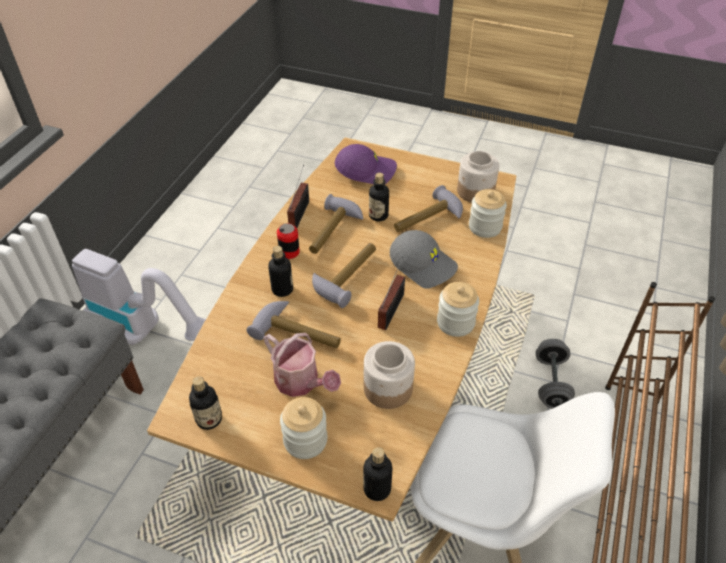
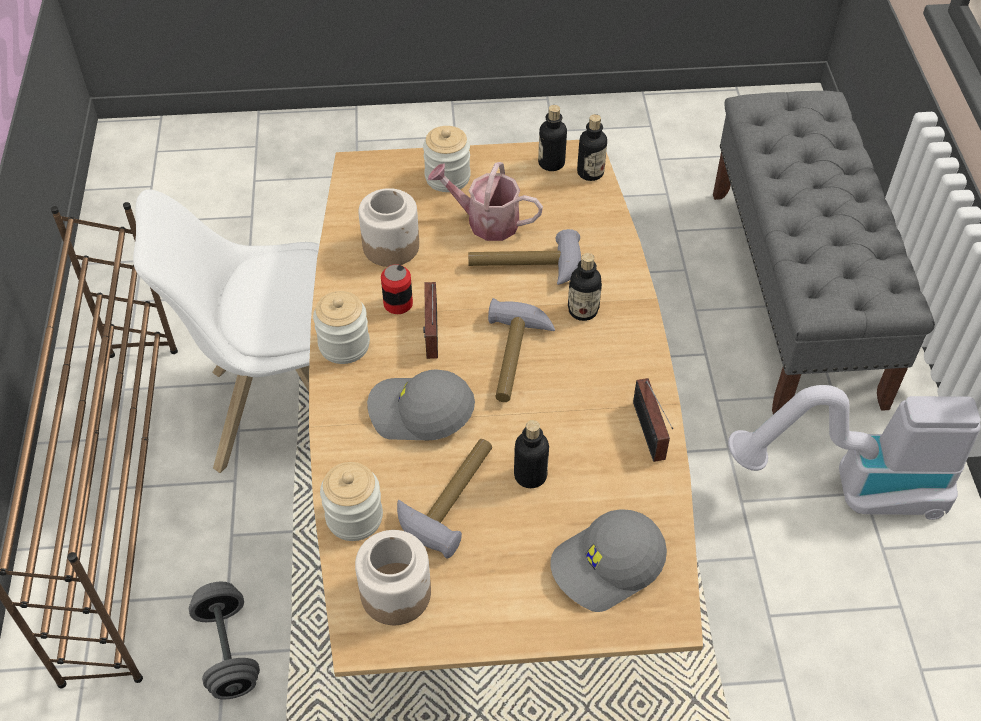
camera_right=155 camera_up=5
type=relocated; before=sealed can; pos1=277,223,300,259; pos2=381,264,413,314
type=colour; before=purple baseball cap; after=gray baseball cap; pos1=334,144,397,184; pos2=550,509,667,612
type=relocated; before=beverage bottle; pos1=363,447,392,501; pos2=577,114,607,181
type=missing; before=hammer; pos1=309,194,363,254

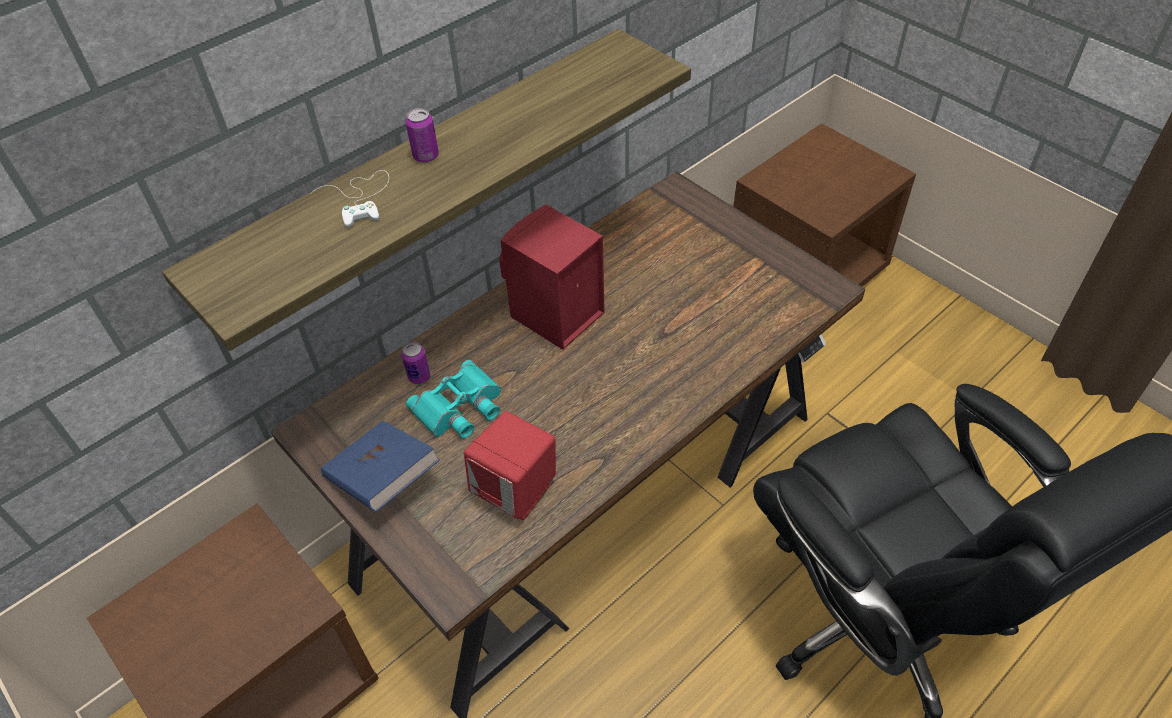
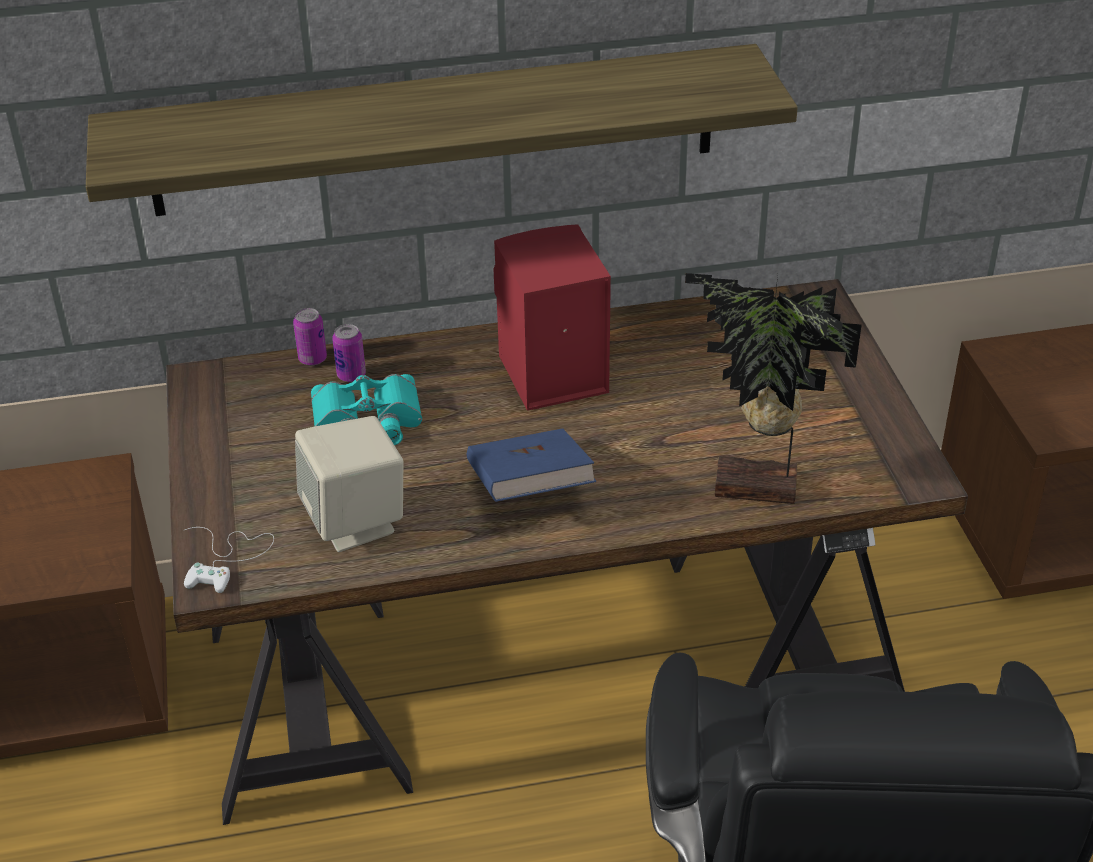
camera_right=30 camera_up=-10
type=relocated; before=whitish gamepad; pos1=311,170,389,228; pos2=183,527,274,593
type=relocated; before=sealed can; pos1=406,108,439,163; pos2=293,308,327,366
type=colour; before=reddish loudspeaker; after=beige loudspeaker; pos1=464,411,556,520; pos2=295,416,403,552
type=relocated; before=blue-coloured volume; pos1=321,421,440,512; pos2=467,428,596,502
type=appeared; after=houseplant; pos2=685,273,862,504

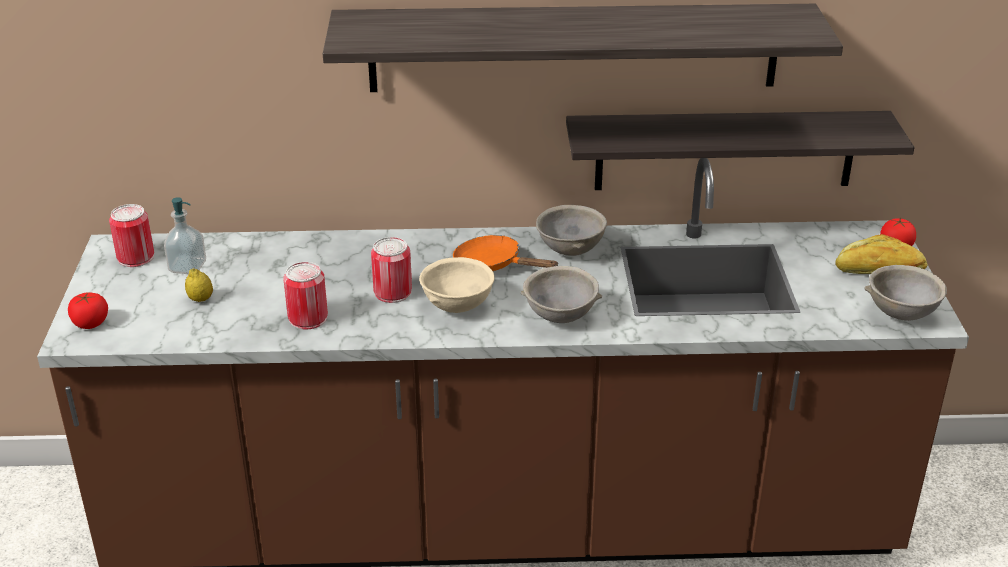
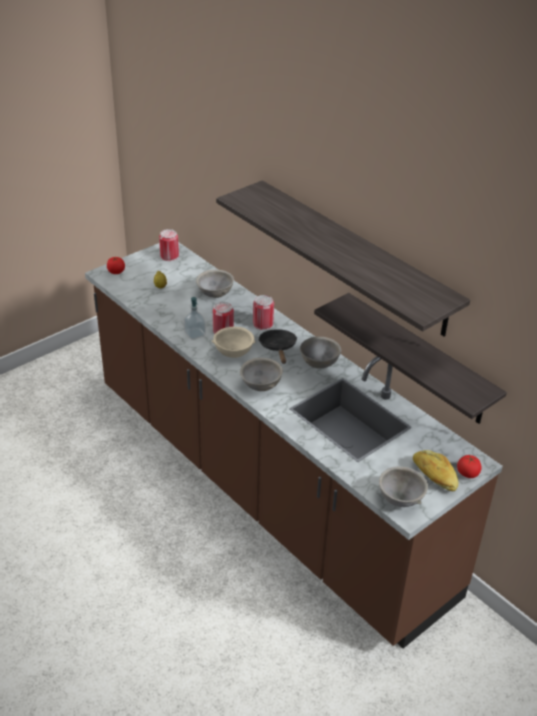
camera_right=50 camera_up=5
type=relocated; before=liquid soap bottle; pos1=164,197,206,274; pos2=184,297,206,339
type=appeared; after=gray bowl; pos2=196,270,234,298
type=relocated; before=sealed can; pos1=283,262,328,330; pos2=253,295,274,330
type=colour; before=orangey frying pan; after=black-coloured frying pan; pos1=453,235,559,271; pos2=258,329,297,364

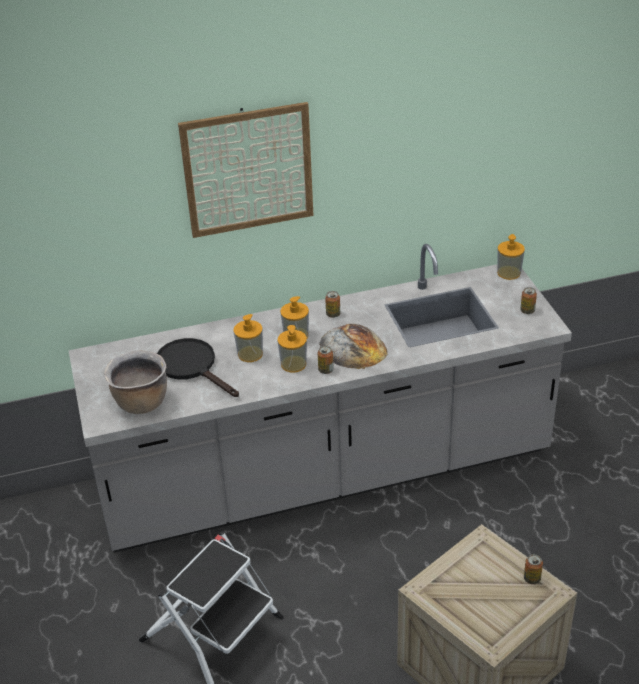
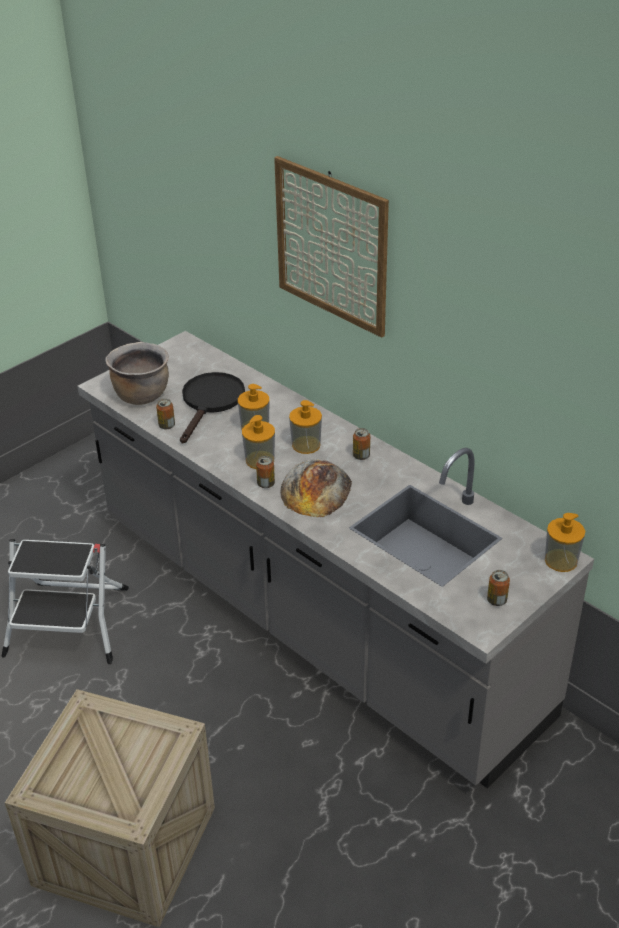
camera_right=60 camera_up=0
type=relocated; before=sealed can; pos1=524,554,543,584; pos2=156,399,175,429

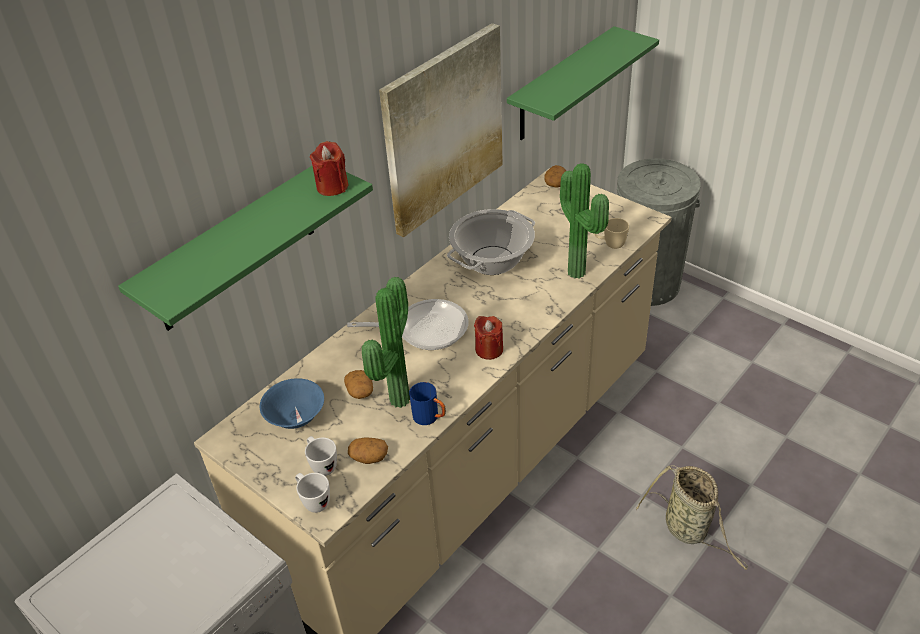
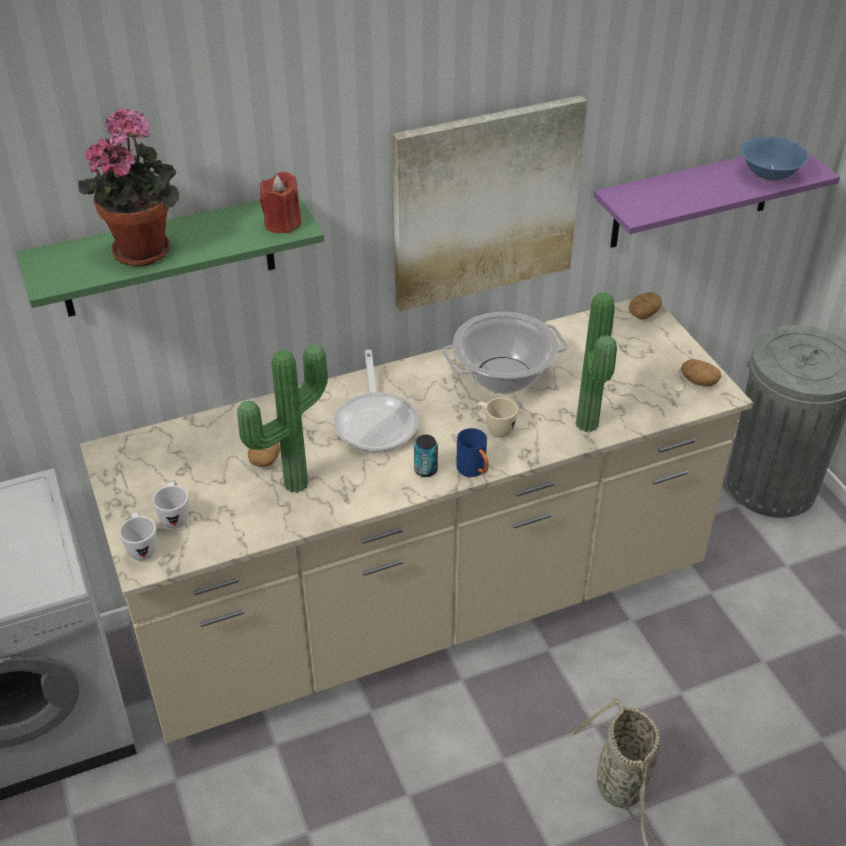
camera_right=25 camera_up=0
type=appeared; after=houseplant; pos2=78,107,179,266
type=spun; before=frying pan; pos1=347,299,469,350; pos2=334,350,419,453; turn=60
type=exchanged; before=reddish wax candle; after=sealed can; pos1=474,316,503,360; pos2=414,435,438,477
type=relocated; before=blue-coloured coffee mug; pos1=409,382,446,425; pos2=456,428,489,477
type=relocated; before=beige coffee mug; pos1=594,218,629,249; pos2=475,398,518,438
type=colour; before=greenish wall shelf; after=purple wall shelf; pos1=507,26,659,140; pos2=593,151,840,248
type=relocated; before=spud; pos1=348,437,388,464; pos2=681,359,721,386
type=relocated; before=blue-coloured bowl; pos1=260,378,324,429; pos2=741,137,809,181

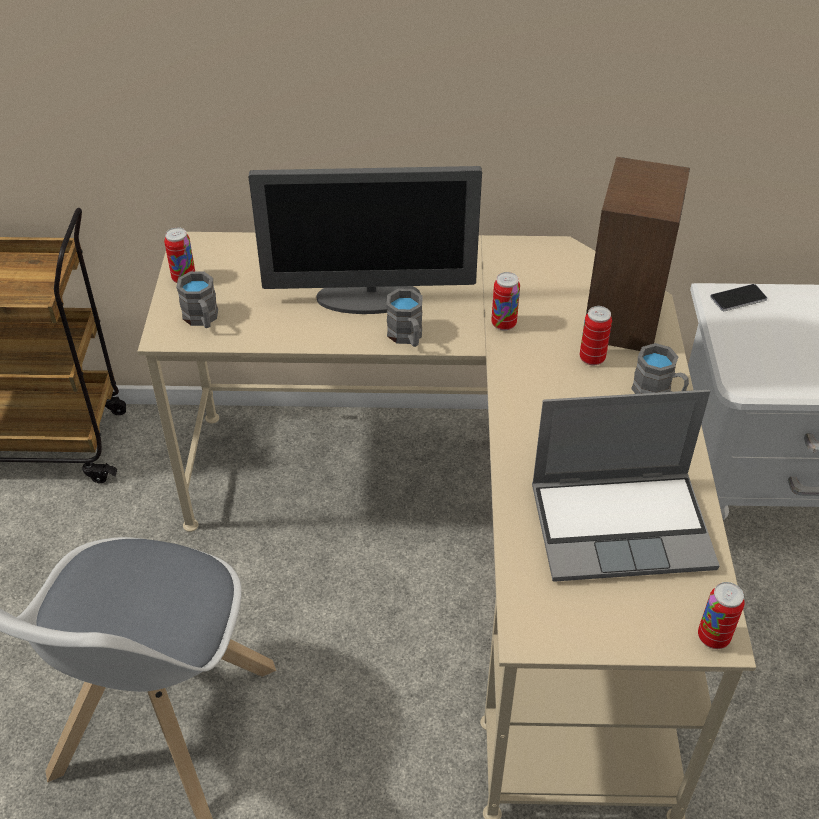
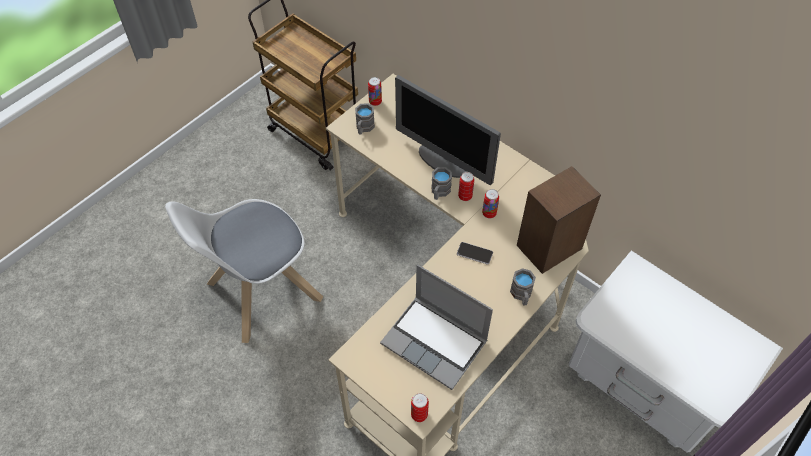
camera_right=40 camera_up=10
type=relocated; before=phone; pos1=710,284,767,311; pos2=457,242,493,264
type=relocated; before=sealed can; pos1=580,306,612,365; pos2=458,172,474,201

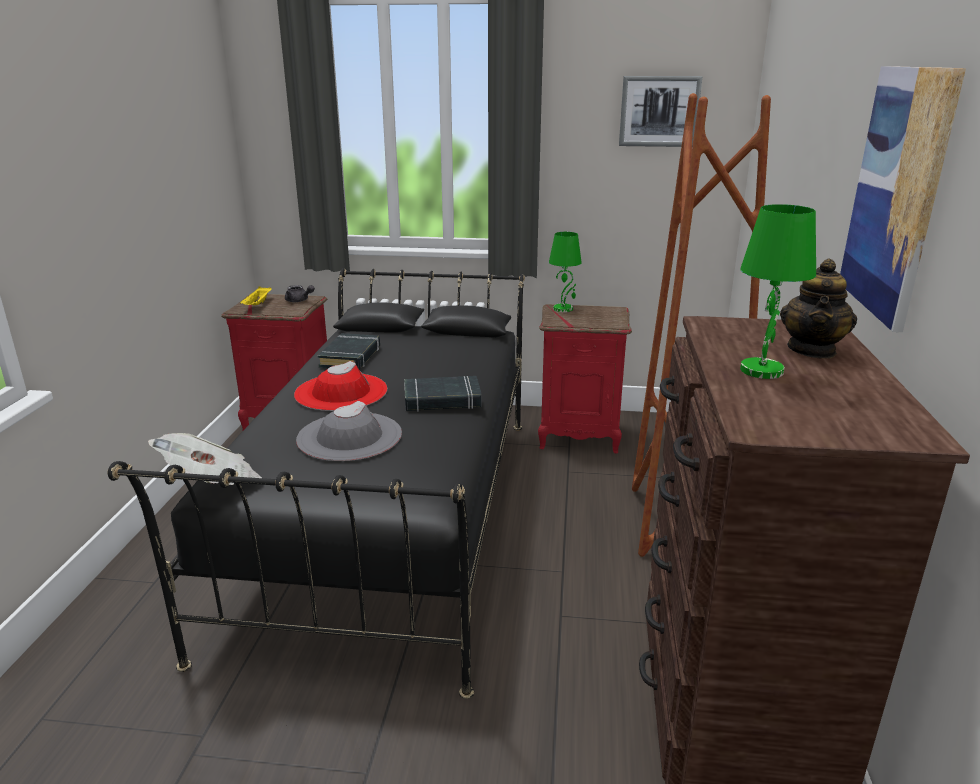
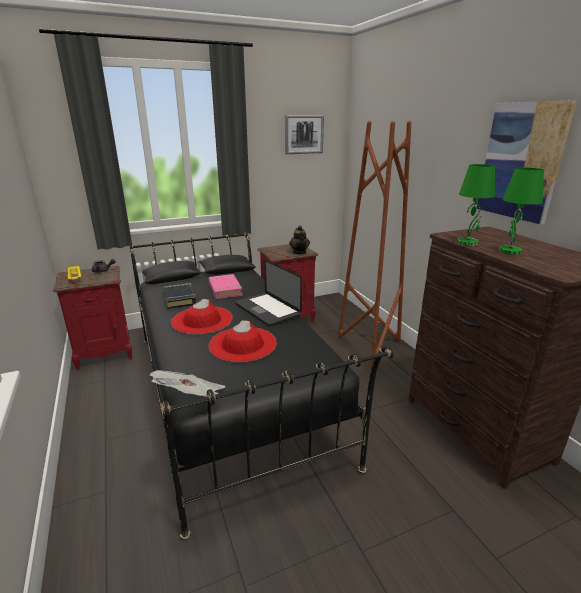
camera_right=-30 camera_up=0
type=appeared; after=pink-coloured volume; pos2=209,274,243,299
type=colour; before=gray clothing hat; after=reddish clothing hat; pos1=296,401,402,461; pos2=209,320,277,362
type=exchanged; before=black-coloured volume; after=laptop; pos1=404,376,482,412; pos2=235,260,302,327
type=relocated; before=teapot; pos1=780,258,857,359; pos2=289,226,310,255
type=relocated; before=greenish lamp for a table; pos1=549,232,582,312; pos2=458,164,495,246

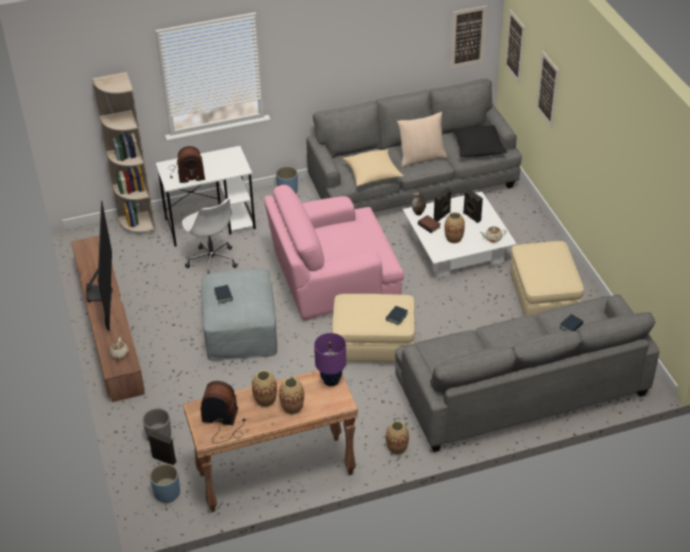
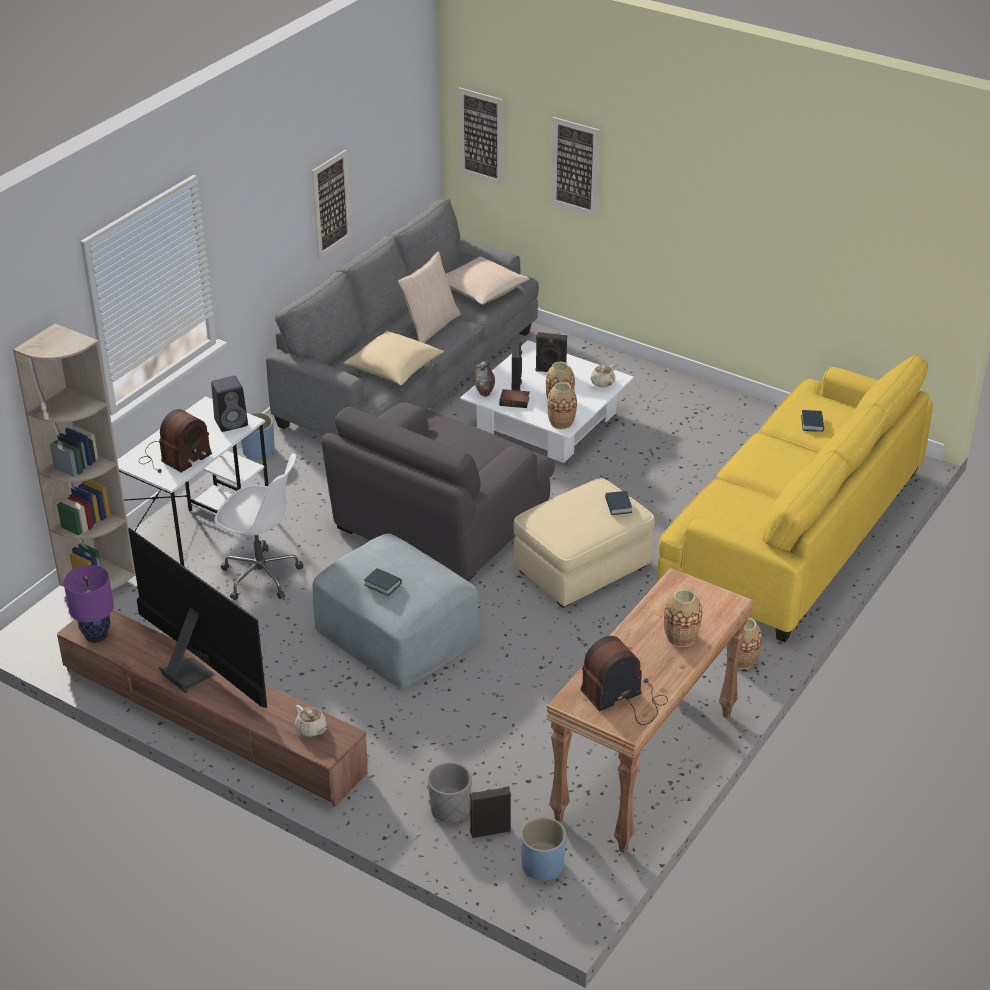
camera_right=-40 camera_up=-5
type=relocated; before=purple lamp for a table; pos1=314,333,346,386; pos2=64,565,114,643
type=appeared; after=black-coloured loudspeaker; pos2=211,376,248,432
type=relocated; before=wall picture; pos1=450,6,487,68; pos2=312,150,352,259
type=colour; before=pink-coloured easy chair; after=gray easy chair; pos1=264,185,404,321; pos2=321,402,555,581
type=colour; before=black-coloured throw pillow; after=beige throw pillow; pos1=451,125,507,157; pos2=446,257,530,305
type=relocated; before=flower vase; pos1=252,370,277,407; pos2=547,382,577,429
type=colour; before=gray sofa; after=yellowish sofa; pos1=395,295,660,452; pos2=657,355,933,643
type=missing; before=beige footrest; pos1=511,241,584,316

